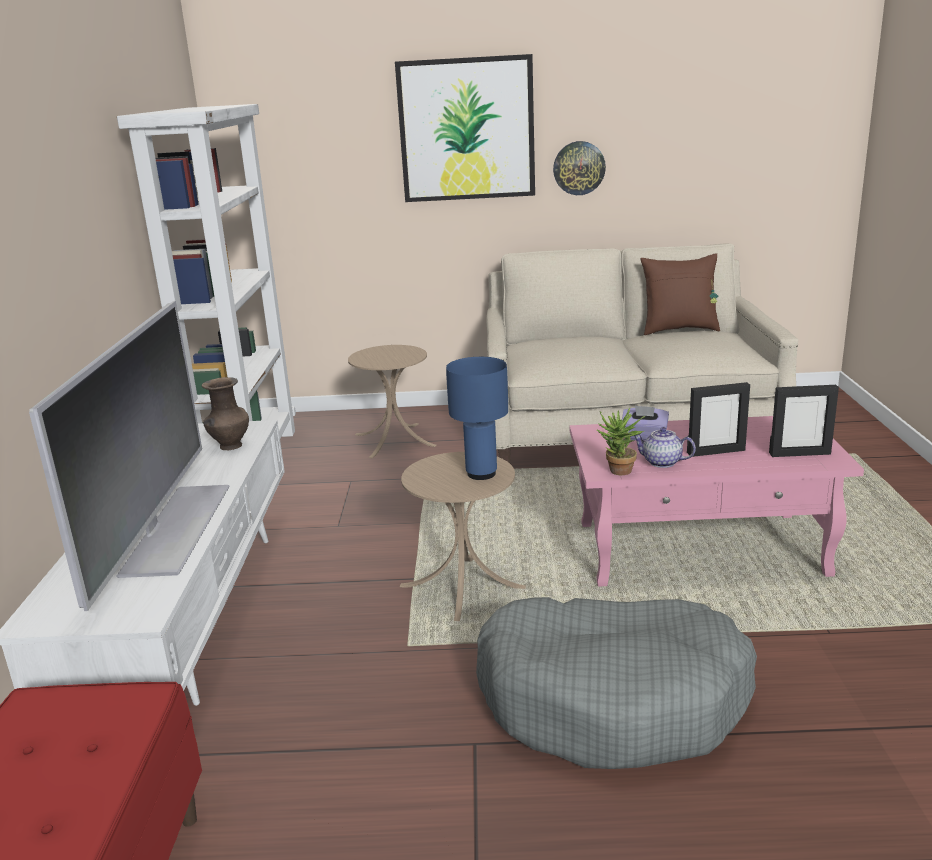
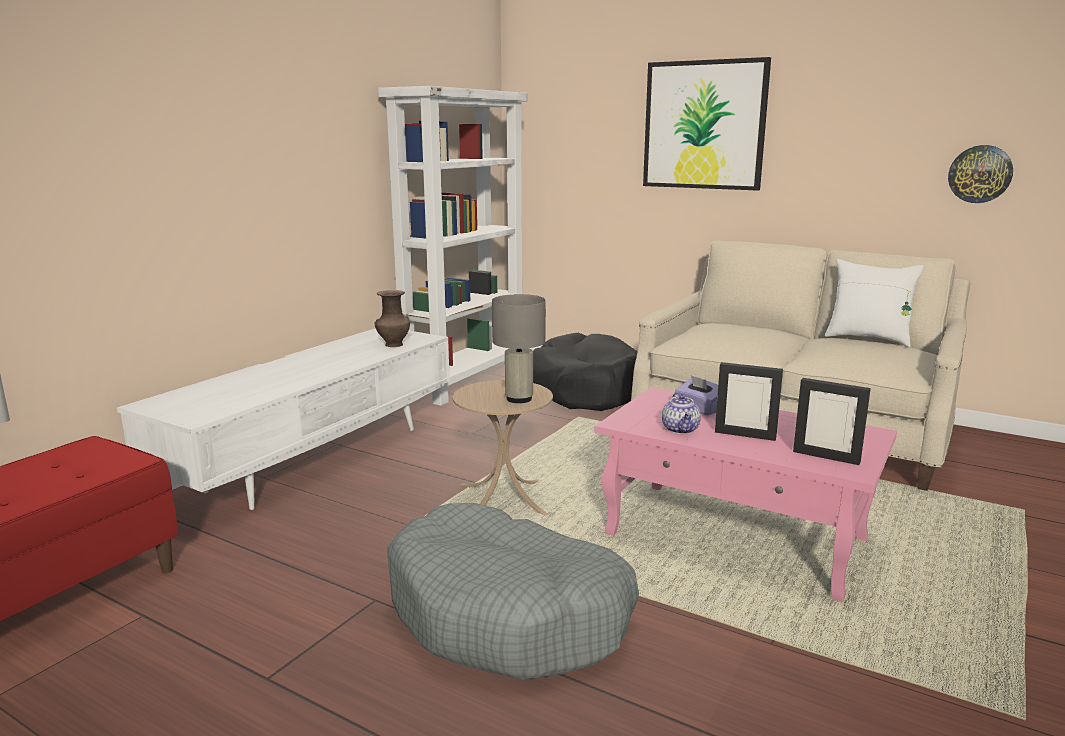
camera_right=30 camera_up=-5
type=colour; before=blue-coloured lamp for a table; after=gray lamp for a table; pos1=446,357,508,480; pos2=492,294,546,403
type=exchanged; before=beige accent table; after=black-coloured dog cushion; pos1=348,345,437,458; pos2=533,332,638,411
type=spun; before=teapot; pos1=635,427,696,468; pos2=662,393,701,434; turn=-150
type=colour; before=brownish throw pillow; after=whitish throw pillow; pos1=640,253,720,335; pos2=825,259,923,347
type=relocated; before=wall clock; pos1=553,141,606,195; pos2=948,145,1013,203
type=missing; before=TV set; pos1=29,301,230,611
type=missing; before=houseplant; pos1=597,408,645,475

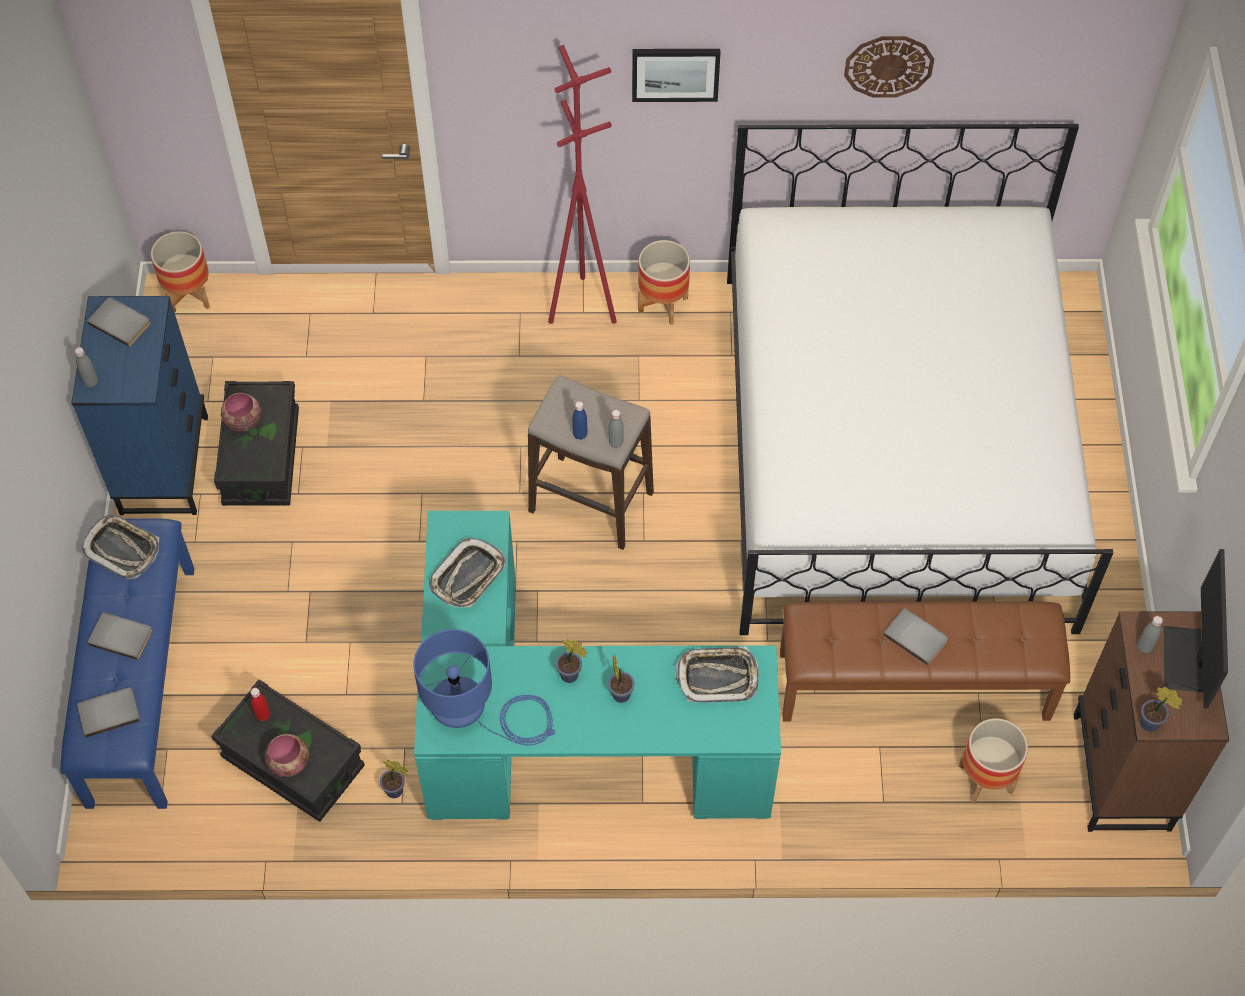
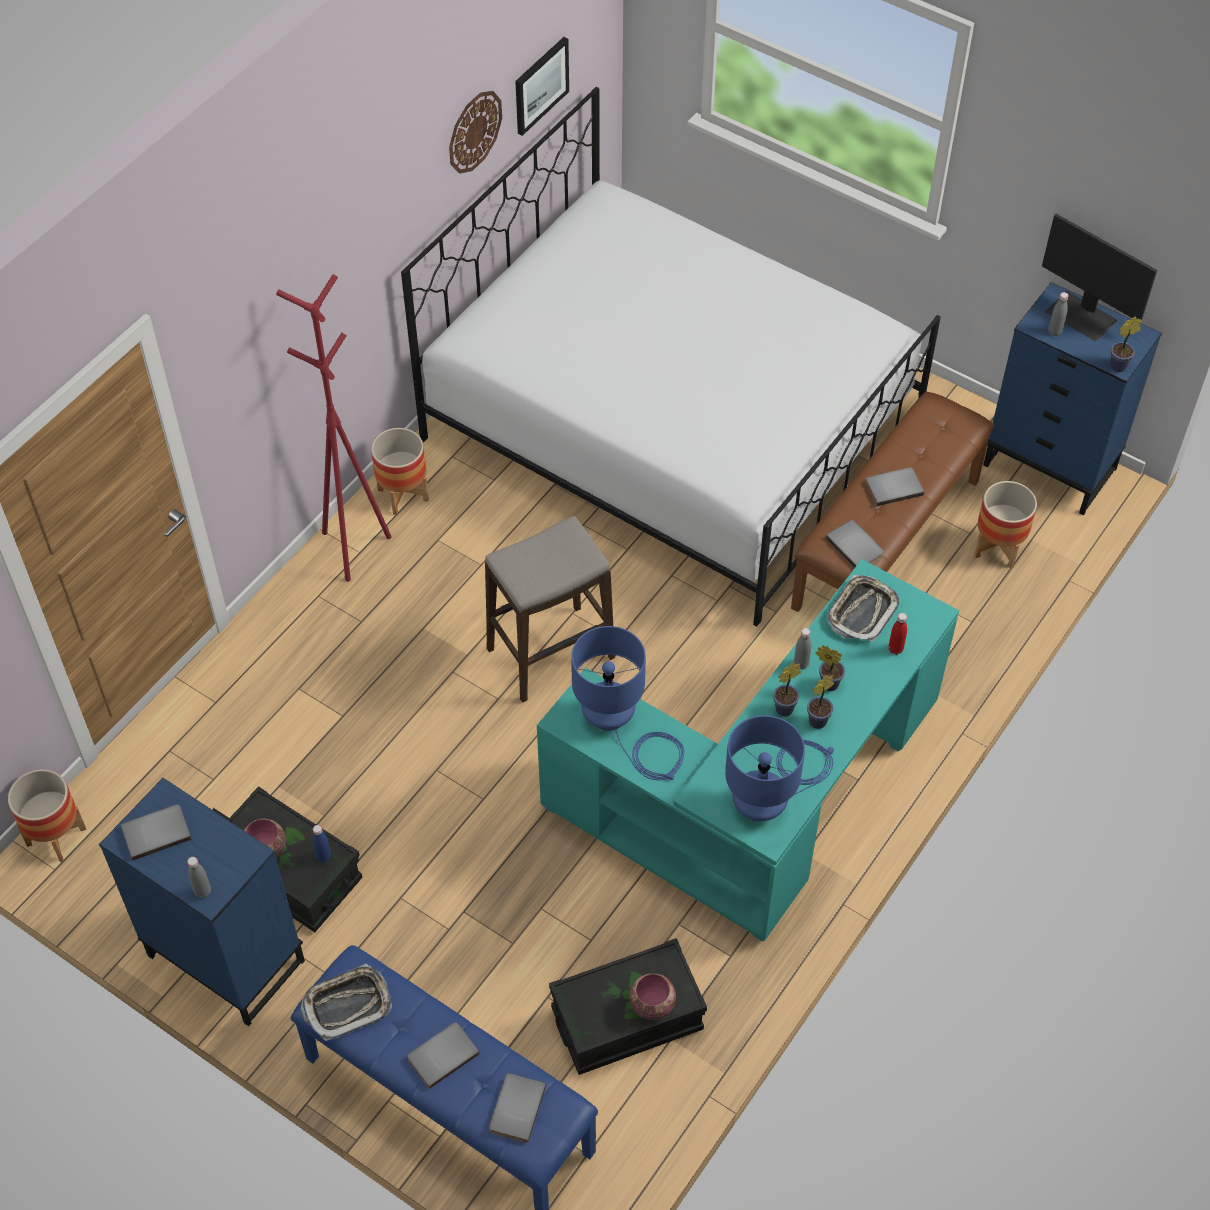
camera_right=-55 camera_up=-5
type=relocated; before=blue-coloured beverage bottle; pos1=572,401,588,440; pos2=312,825,331,863
type=relocated; before=wall picture; pos1=632,49,720,102; pos2=515,37,569,136
type=exchanged; before=tray; after=blue-coloured lamp for a table; pos1=429,538,505,607; pos2=571,626,684,780
type=relocated; before=gray beverage bottle; pos1=609,410,624,448; pos2=794,628,811,670
type=relocated; before=houseplant; pos1=380,760,408,798; pos2=807,675,834,729
type=appeared; after=gray volume; pos2=826,520,884,568
type=relocated; before=reddish beverage bottle; pos1=251,688,270,721; pos2=888,613,907,655
type=colour; before=brownish dresser; after=blue-coloured dresser; pos1=1073,611,1229,832; pos2=983,282,1162,515

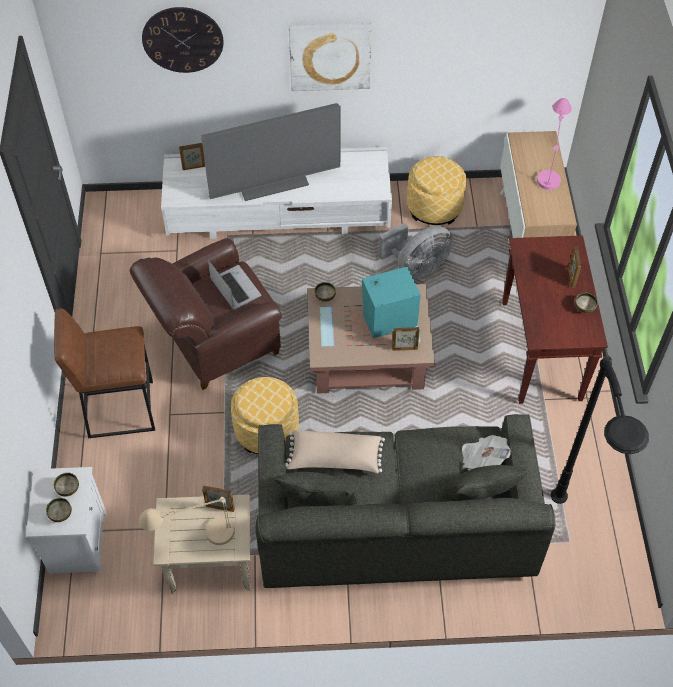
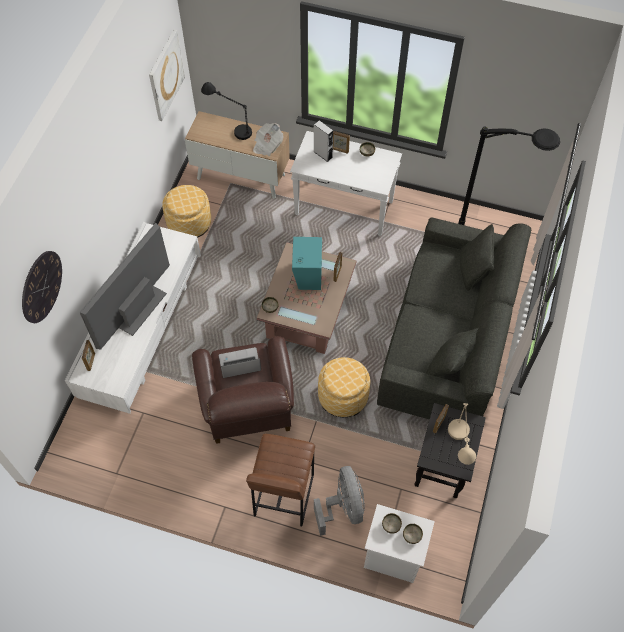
camera_right=-70 camera_up=5
type=spun; before=TV set; pos1=201,103,341,201; pos2=80,223,170,350; turn=-150
type=relocated; before=wall picture; pos1=289,23,372,91; pos2=149,30,185,121
type=colour; before=pink-coloured lamp for a table; after=black-coloured lamp for a table; pos1=537,98,572,190; pos2=201,82,252,140
type=relocated; before=daily paper; pos1=462,435,511,470; pos2=253,123,283,156
type=colour; before=brownish console table; after=whitish console table; pos1=502,235,608,404; pos2=290,131,402,236
type=appeared; after=gray loudspeaker; pos2=314,120,333,162
type=relocated; before=gray electric fan; pos1=378,223,454,279; pos2=314,466,365,536
type=colour; before=beige accent table; after=black-coloured accent table; pos1=153,494,251,594; pos2=415,403,486,498
type=missing; before=beige throw pillow; pos1=285,430,385,473

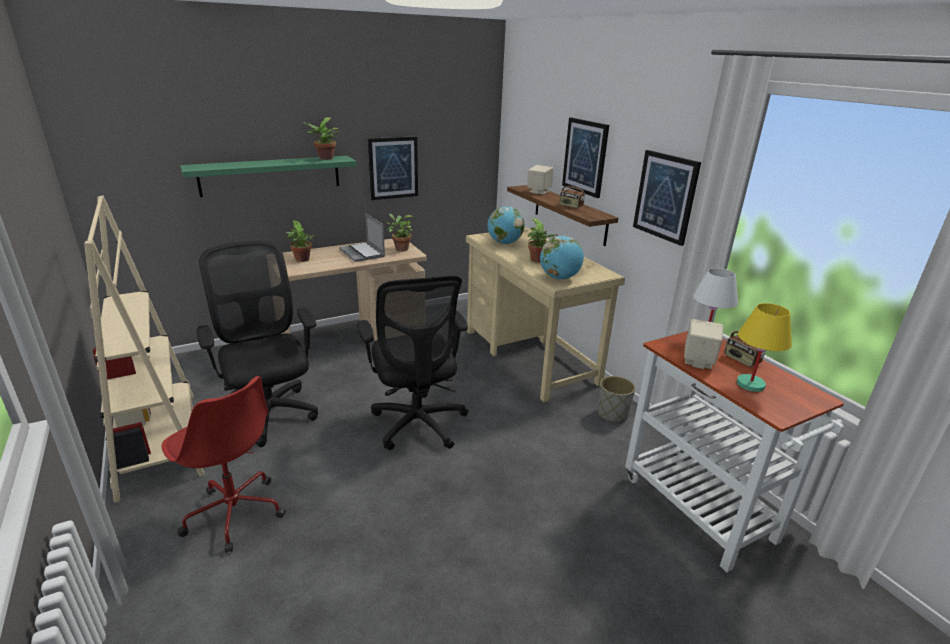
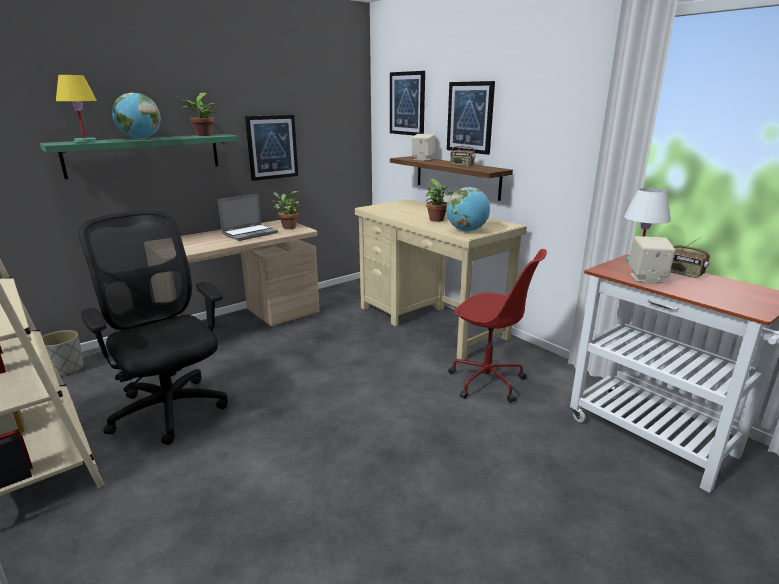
camera_right=-10 camera_up=-5
type=relocated; before=gray flower pot; pos1=598,376,635,422; pos2=42,330,84,376
type=relocated; before=yellowish lamp for a table; pos1=737,303,792,392; pos2=56,75,97,143
type=relocated; before=globe; pos1=487,206,525,244; pos2=112,93,161,139
type=spun; before=laptop; pos1=339,213,385,262; pos2=218,193,278,241; turn=-90
type=relocated; before=wall picture; pos1=633,150,701,246; pos2=390,71,425,136
type=relocated; before=reddish desk chair; pos1=162,376,286,553; pos2=448,249,547,403
type=missing; before=houseplant; pos1=285,220,319,262
type=missing; before=black-coloured desk chair; pos1=357,275,468,450

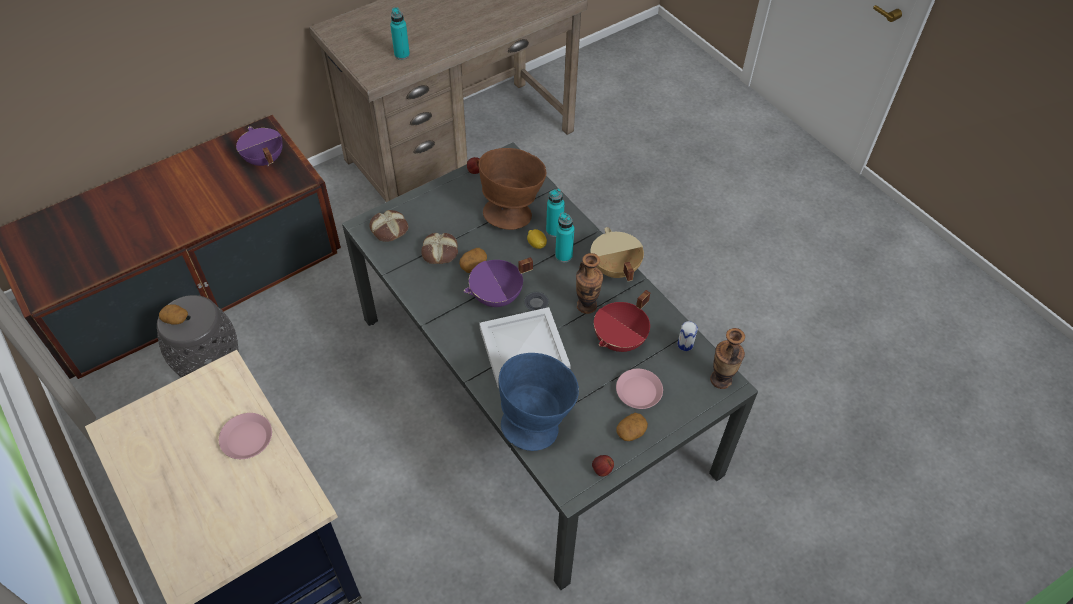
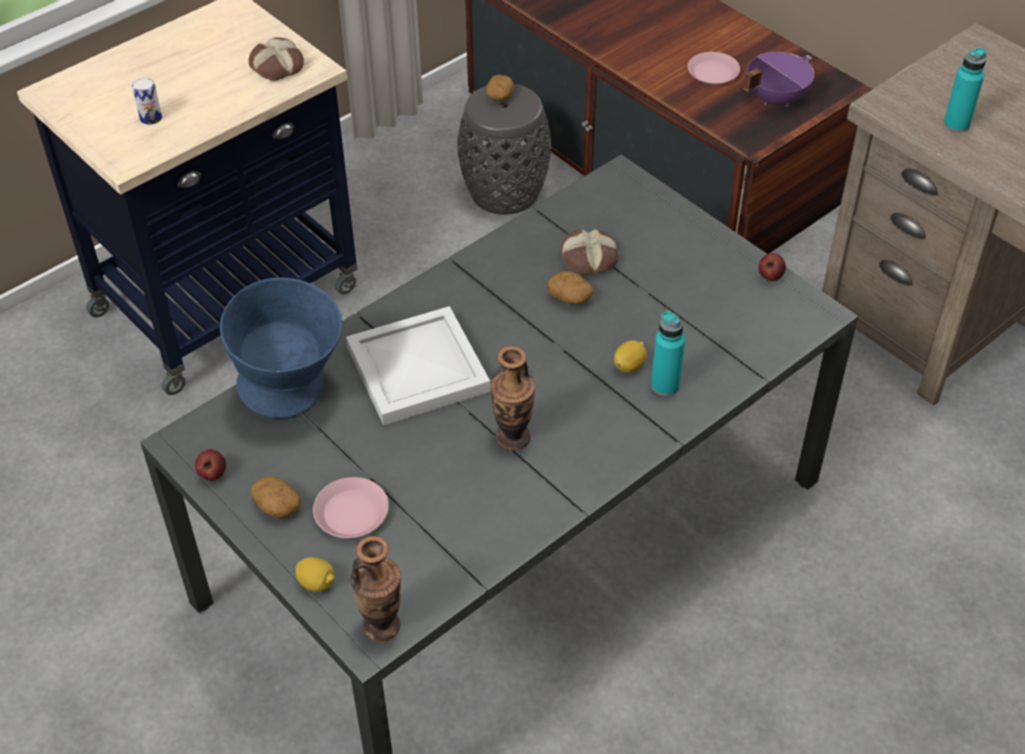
camera_right=85 camera_up=-5
type=relocated; before=sealed can; pos1=677,321,698,351; pos2=132,78,162,125
type=relocated; before=bakery bread; pos1=369,210,409,242; pos2=249,37,304,80
type=appeared; after=whole lemon; pos2=295,557,335,592
type=relocated; before=pink-coloured plate; pos1=219,413,272,459; pos2=688,52,740,85
type=missing; before=purple cooking pot; pos1=464,257,533,307
type=missing; before=brownish bowl; pos1=479,148,546,230
type=missing; before=blue-green beverage bottle; pos1=555,212,574,262
type=missing; before=beige cooking pot; pos1=590,227,644,281
type=missing; before=reddish cooking pot; pos1=594,290,650,352

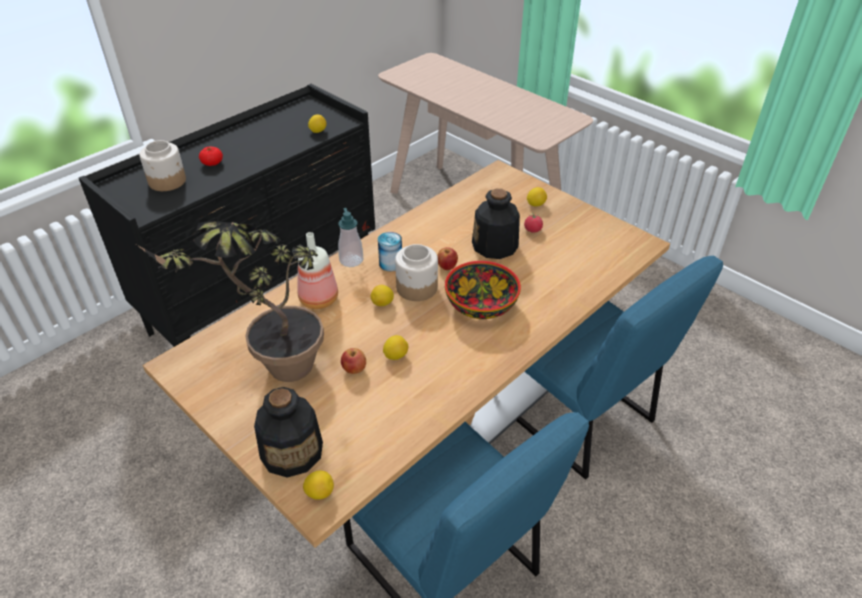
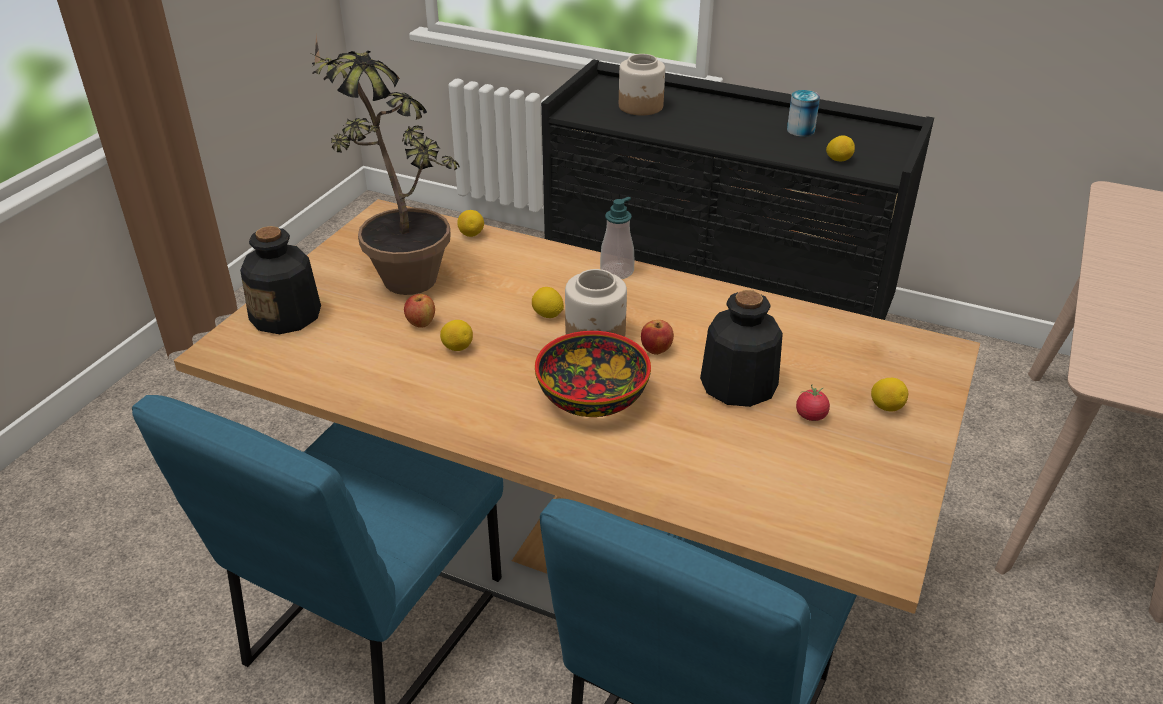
camera_right=70 camera_up=-5
type=relocated; before=whole lemon; pos1=303,470,334,500; pos2=457,210,484,237
type=relocated; before=sealed can; pos1=378,232,402,271; pos2=787,90,820,137
type=missing; before=tomato; pos1=199,146,223,166
type=missing; before=beverage bottle; pos1=297,232,338,309

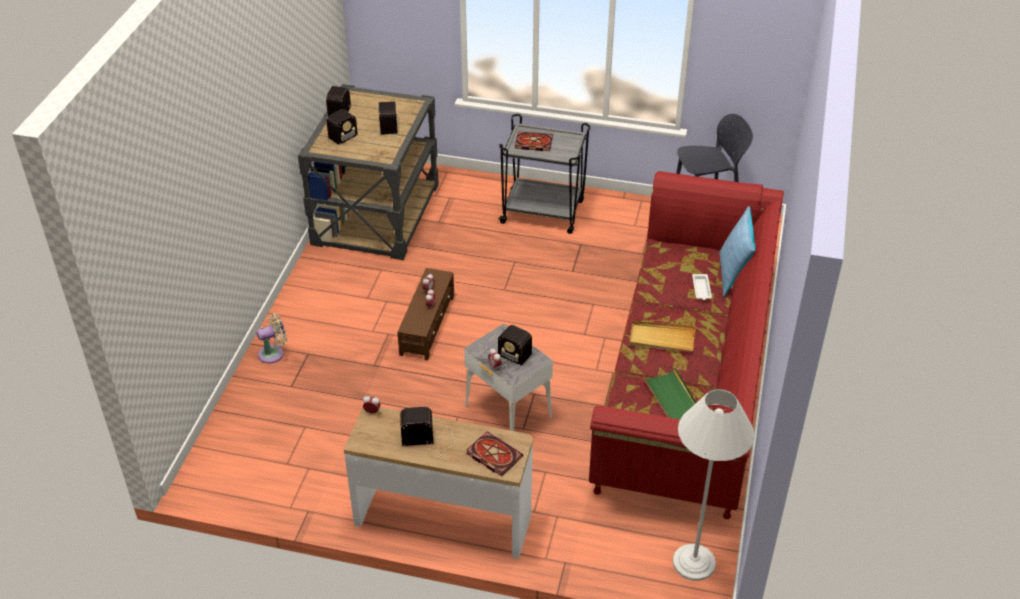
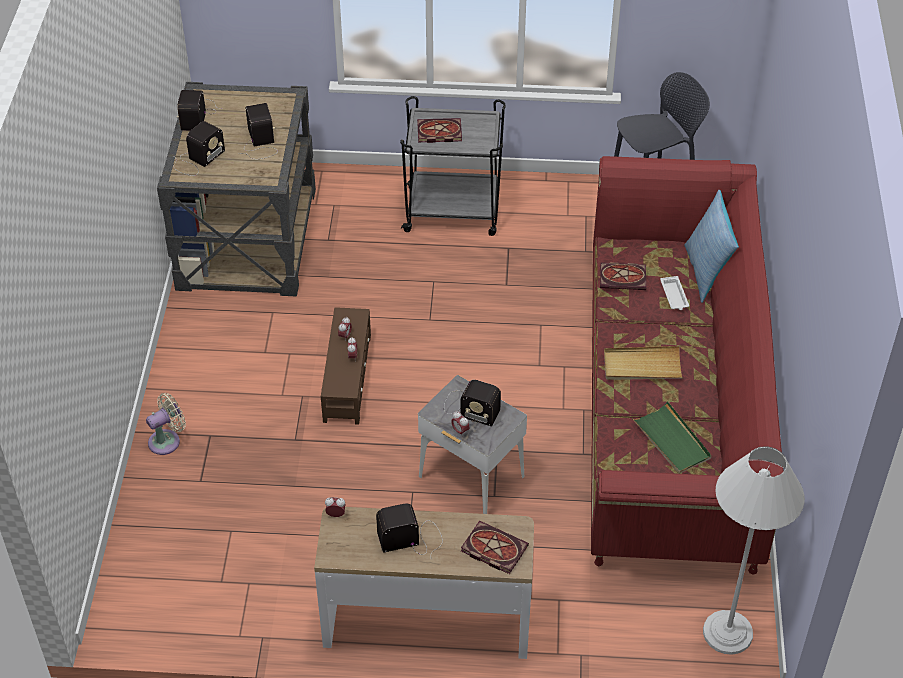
camera_right=-10 camera_up=5
type=appeared; after=volume; pos2=600,262,646,290

